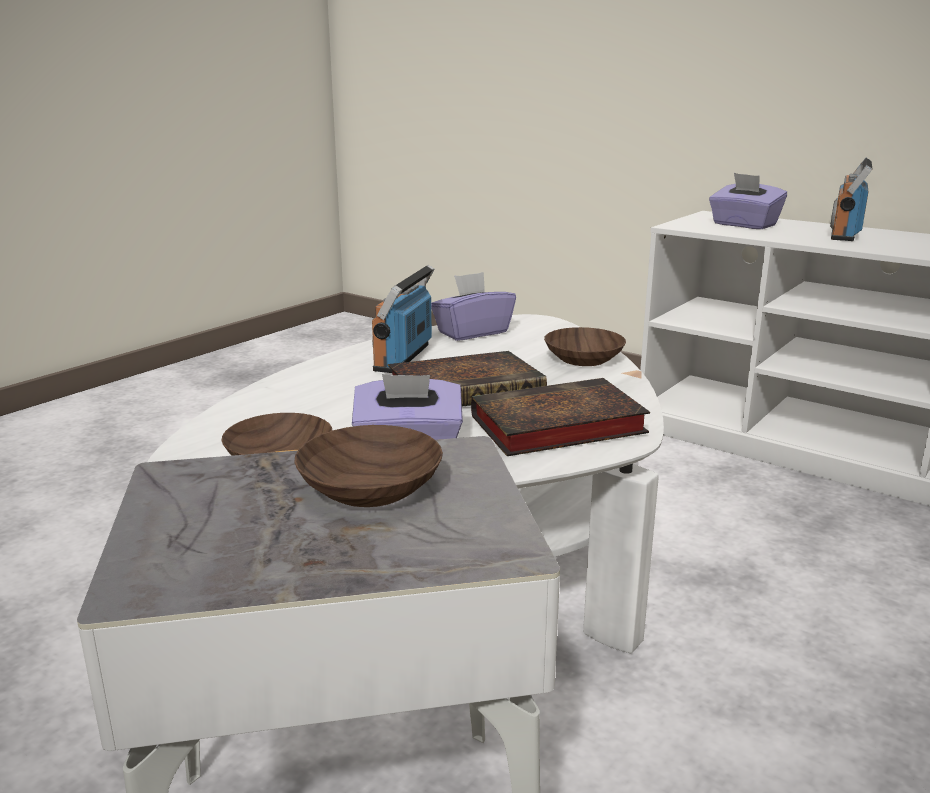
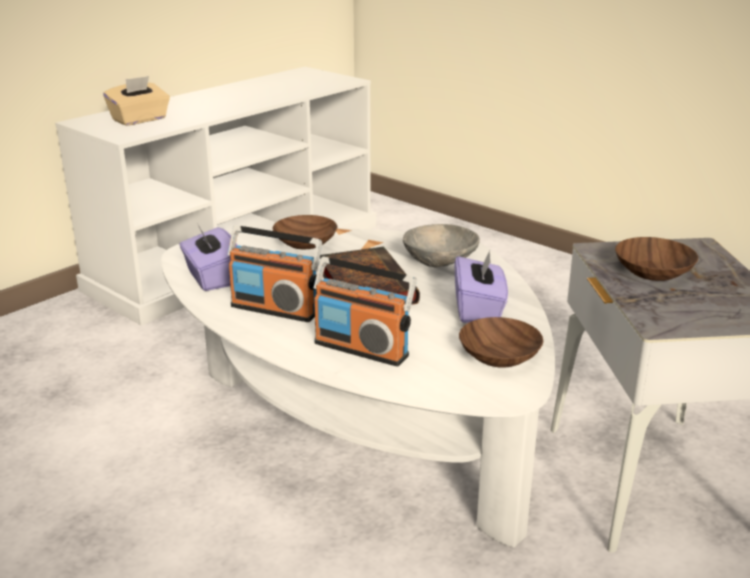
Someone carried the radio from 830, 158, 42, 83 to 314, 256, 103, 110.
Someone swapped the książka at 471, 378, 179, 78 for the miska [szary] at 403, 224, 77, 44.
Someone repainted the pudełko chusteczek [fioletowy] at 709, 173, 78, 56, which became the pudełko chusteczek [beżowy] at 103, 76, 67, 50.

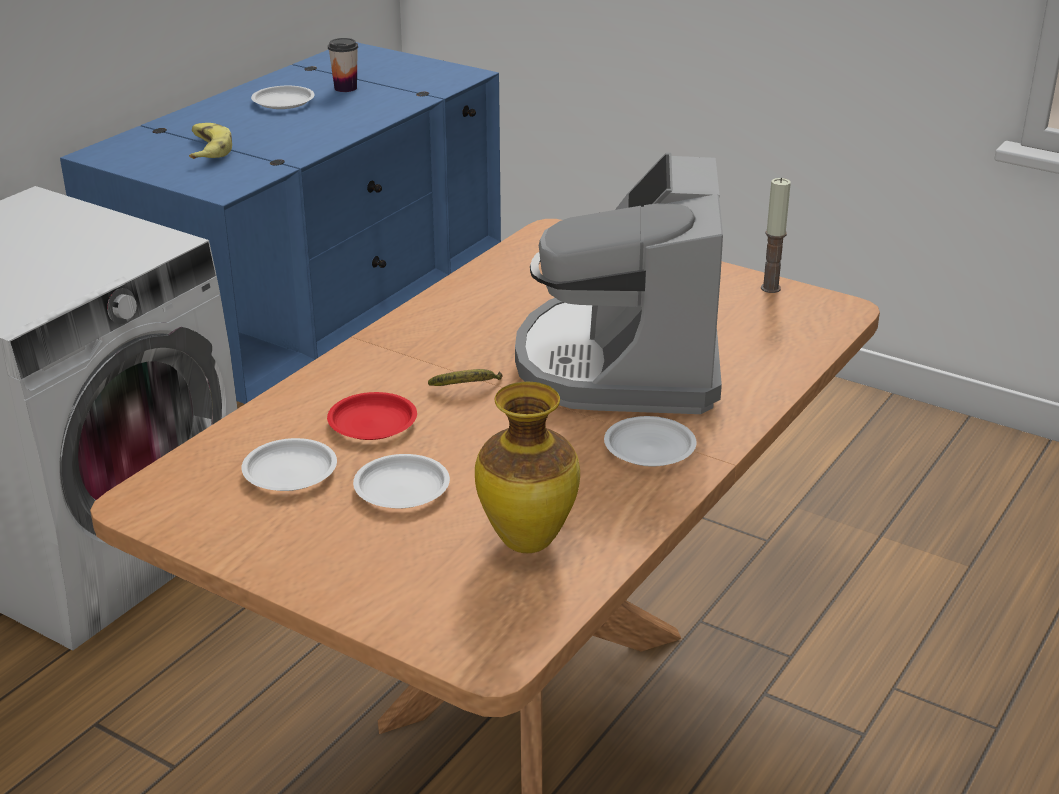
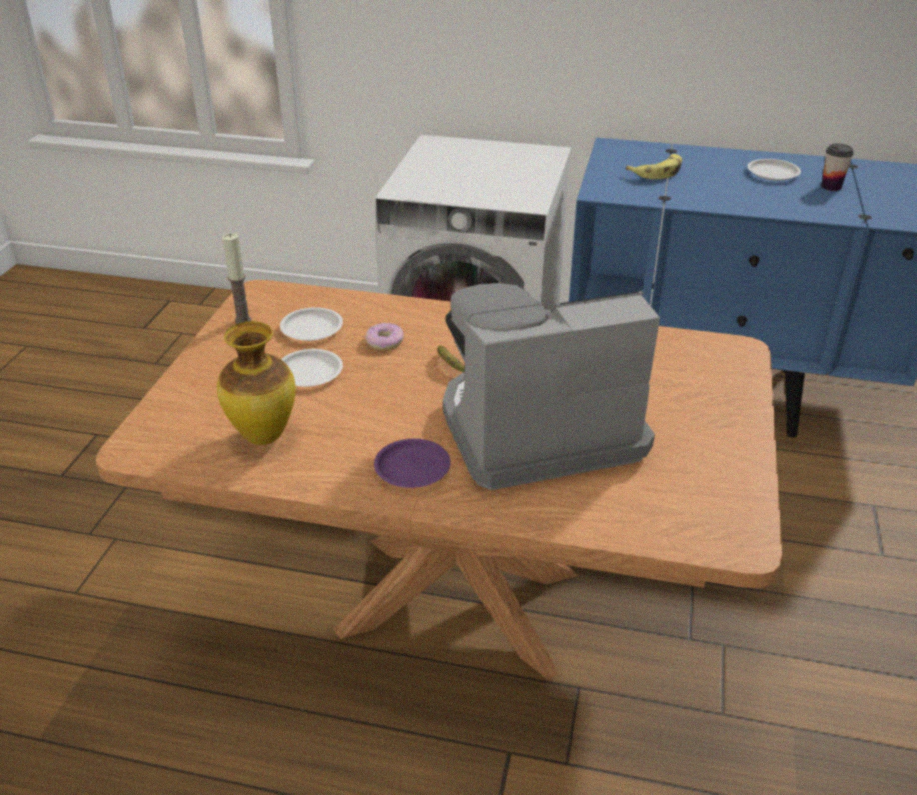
Someone carried the świeca from 761, 178, 30, 115 to 222, 233, 29, 91.
Someone swapped the talerz [czerwony] at 327, 392, 90, 48 for the donut at 365, 323, 39, 27.
Someone repainted the talerz [biały] at 604, 416, 93, 50, which became the talerz [fioletowy] at 374, 439, 77, 49.

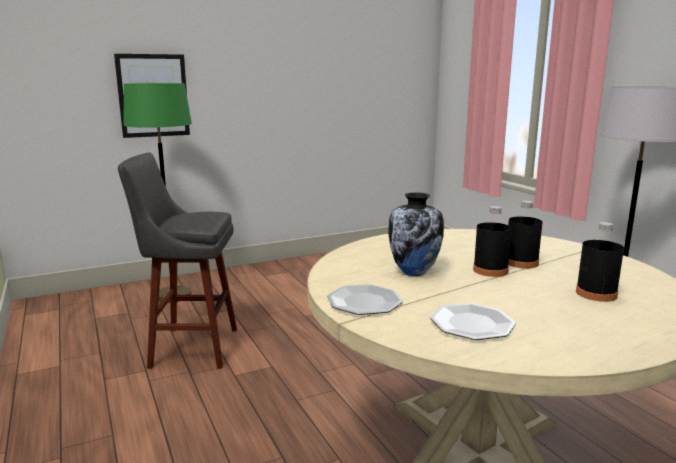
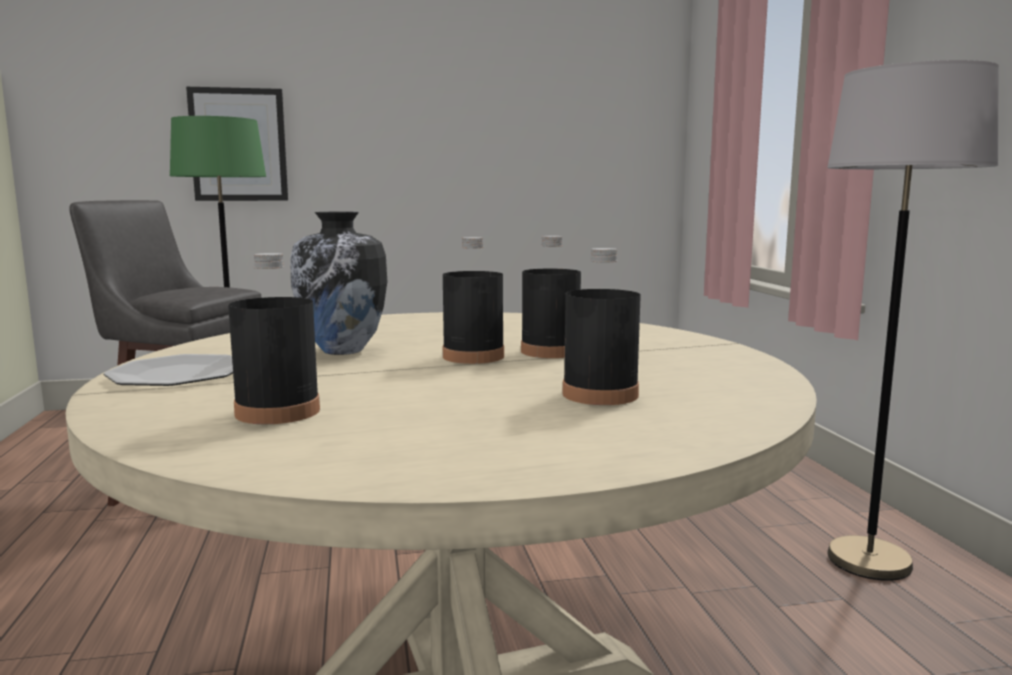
Someone swapped the talerz at 430, 303, 86, 37 for the butelka [czarny] at 228, 253, 92, 171.

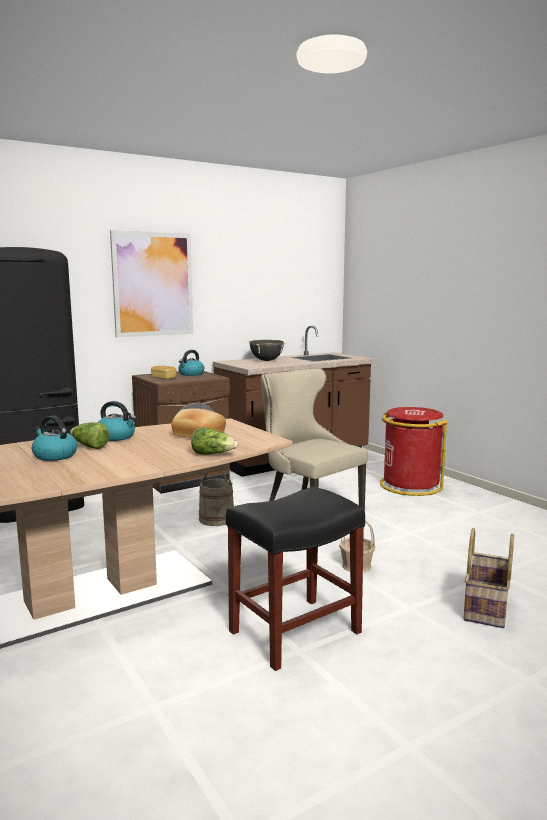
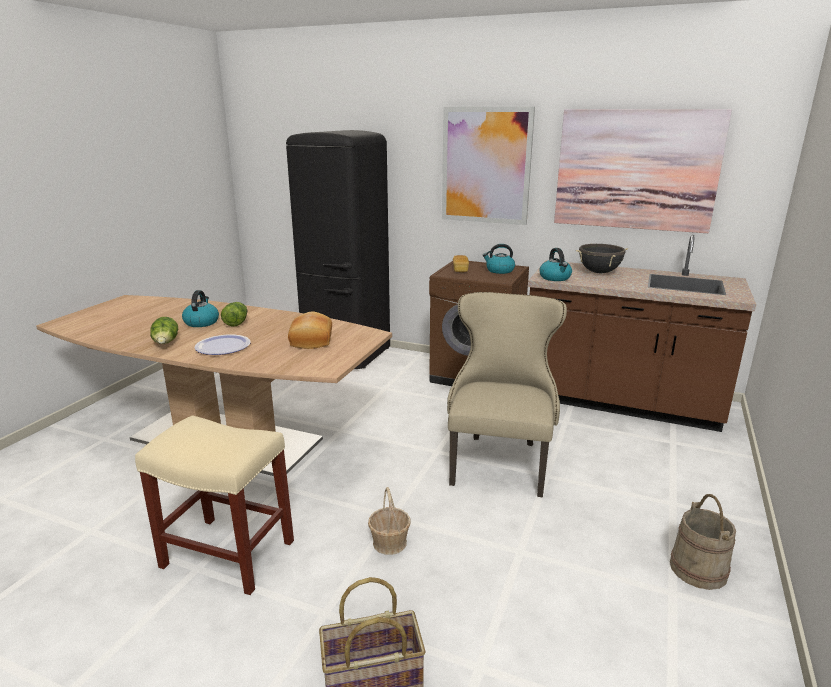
Someone took away the kosz na śmieci [czerwony] at 380, 407, 67, 89.
Someone put down the talerz at 195, 334, 56, 21.
Someone put up the obraz at 554, 109, 178, 124.
Someone carried the czajnik from 98, 401, 38, 40 to 540, 248, 32, 33.
Someone carried the sałata from 191, 427, 47, 28 to 150, 317, 28, 27.
Someone carried the wiadro [beżowy] from 198, 470, 36, 56 to 670, 494, 66, 96.
Someone repainted the stołek [czarny] at 226, 487, 139, 184, which became the stołek [beżowy] at 135, 415, 159, 180.

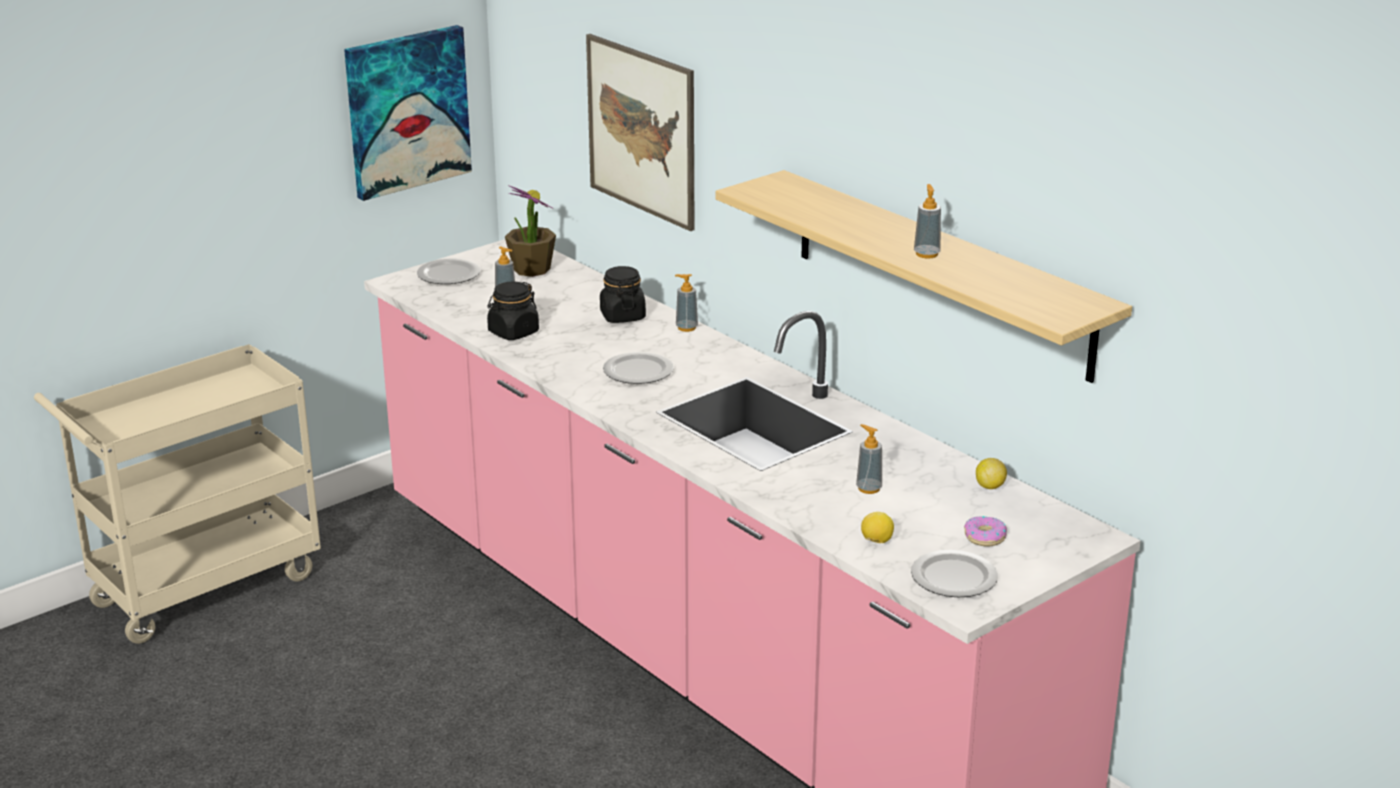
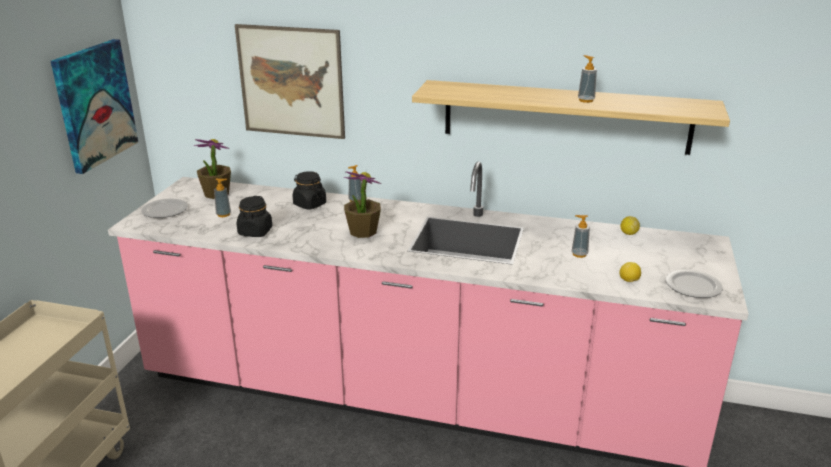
Someone took away the donut at 964, 516, 43, 30.
Someone swapped the talerz at 603, 352, 71, 32 for the roślina doniczkowa at 343, 171, 39, 67.

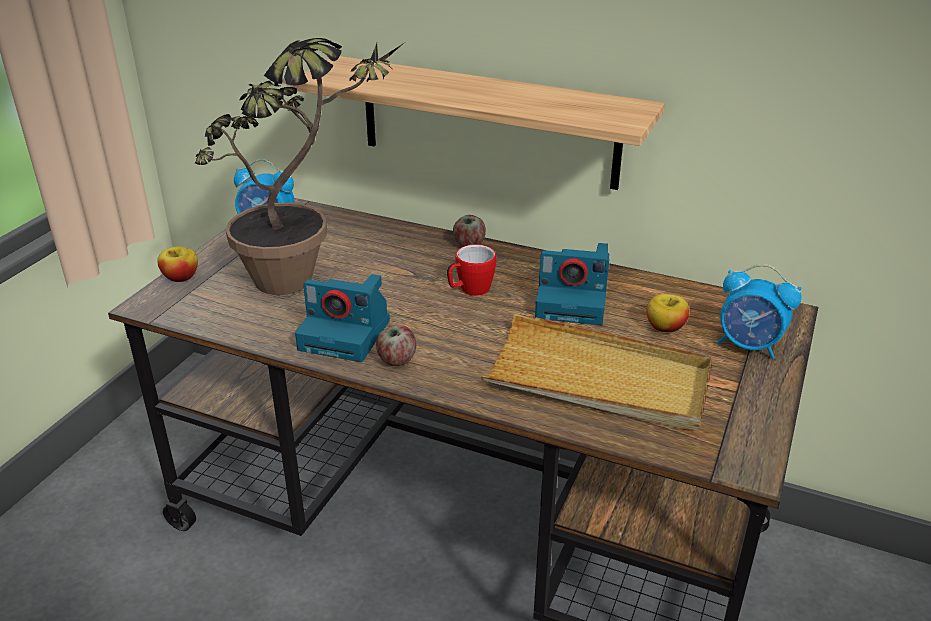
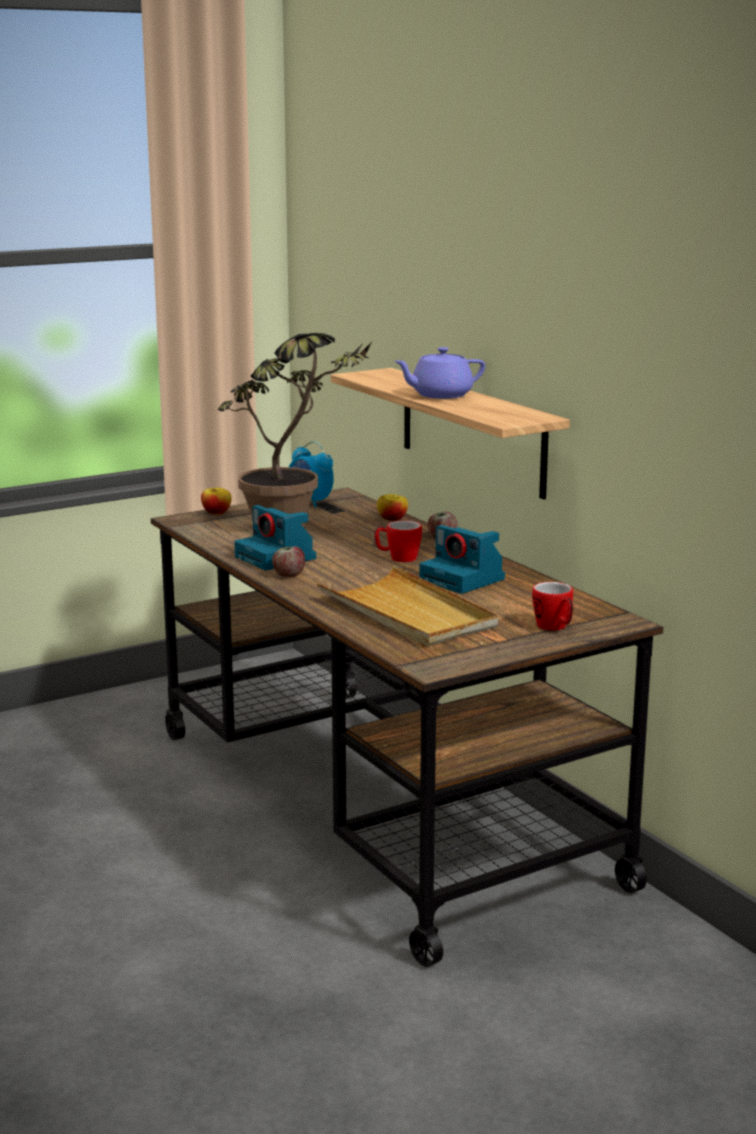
Someone put down the imbryk [fioletowy] at 394, 347, 91, 52.
Someone carried the jabłko from 647, 294, 42, 38 to 377, 494, 31, 27.
Someone swapped the budzik at 717, 264, 85, 95 for the kubek at 532, 582, 41, 49.

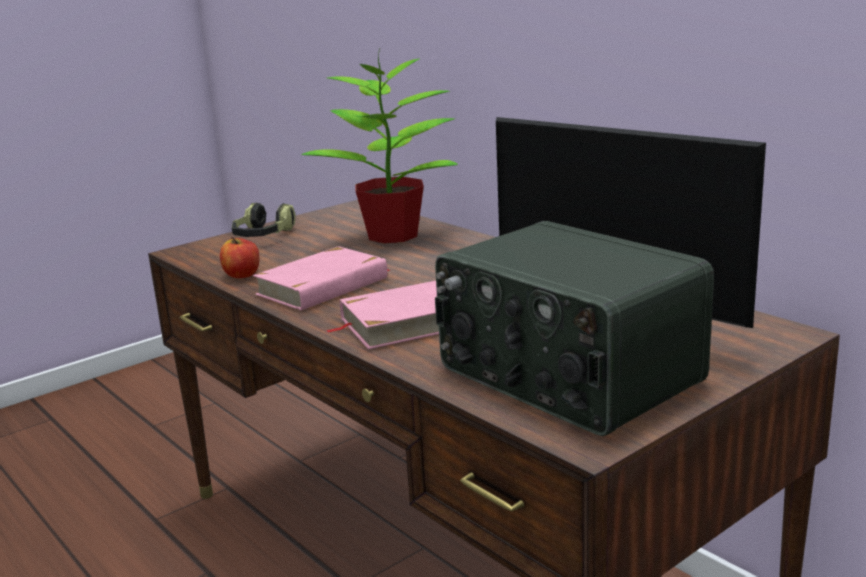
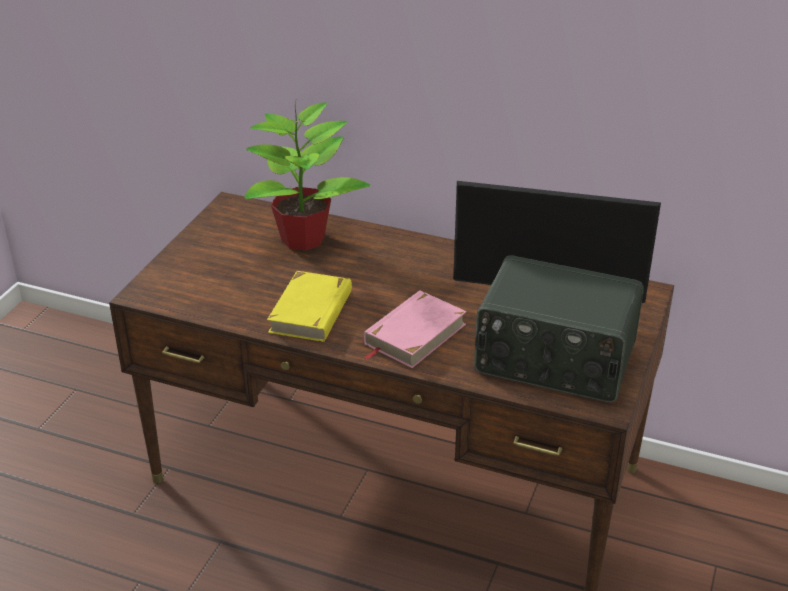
Someone took away the jabłko at 220, 237, 39, 41.
Someone took away the słuchawki at 232, 202, 64, 35.
Someone repainted the książka [różowy] at 253, 246, 137, 65, which became the książka [żółty] at 267, 271, 85, 71.

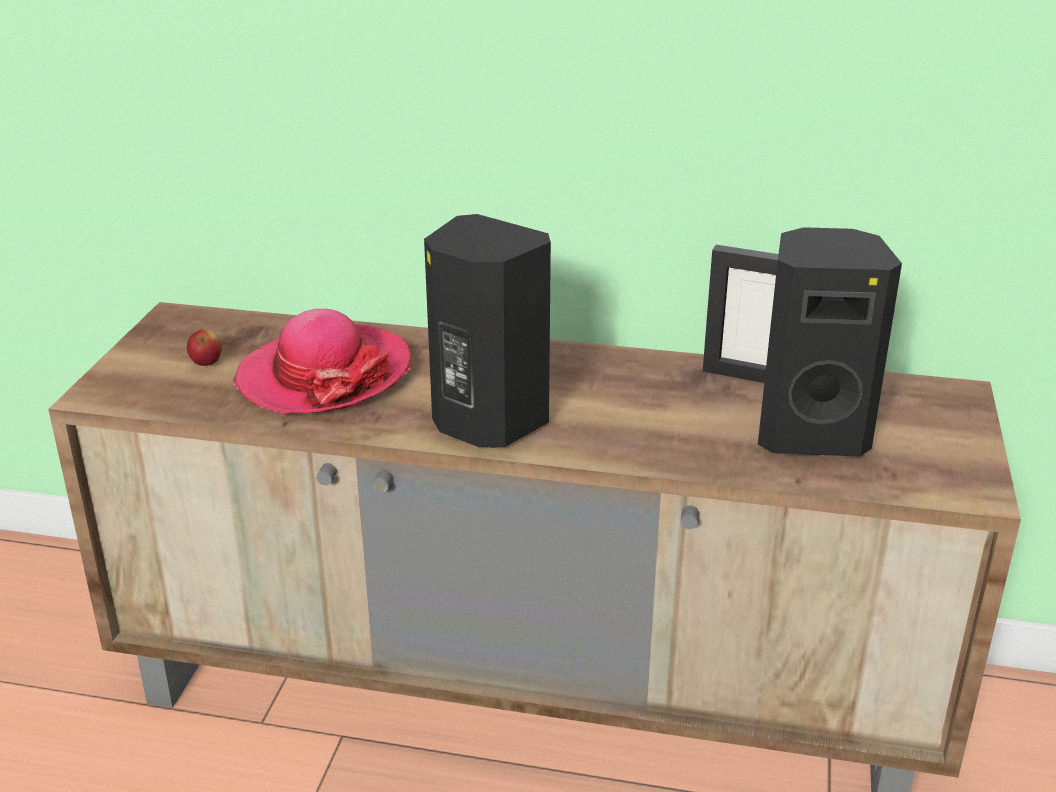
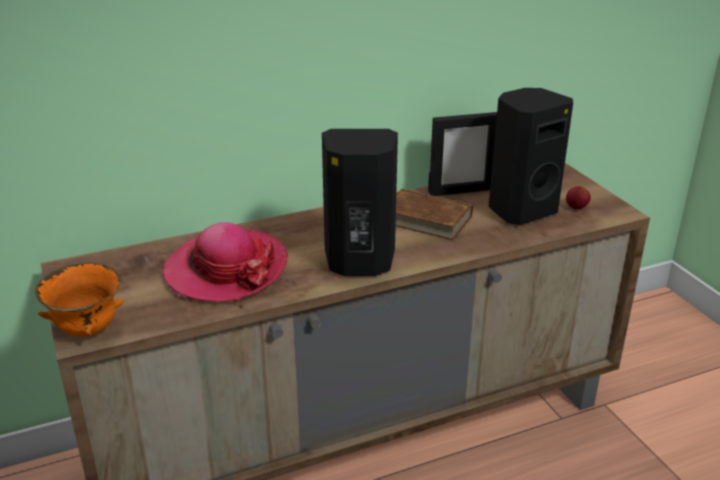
Someone put down the miska [pomarańczowy] at 35, 263, 90, 74.
Someone put down the książka [brązowy] at 396, 189, 77, 51.
Someone carried the jabłko from 187, 329, 35, 37 to 566, 186, 25, 23.

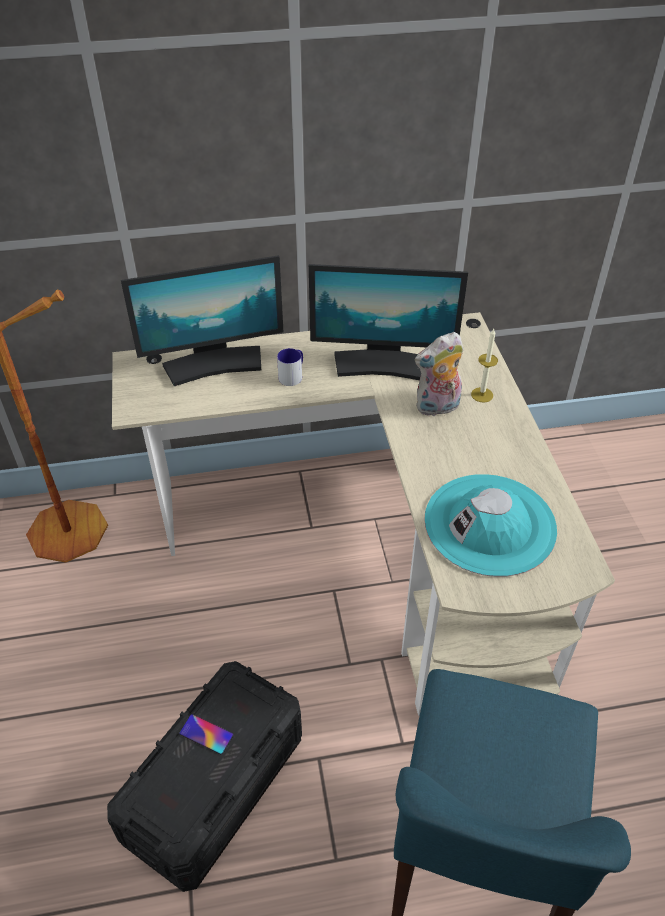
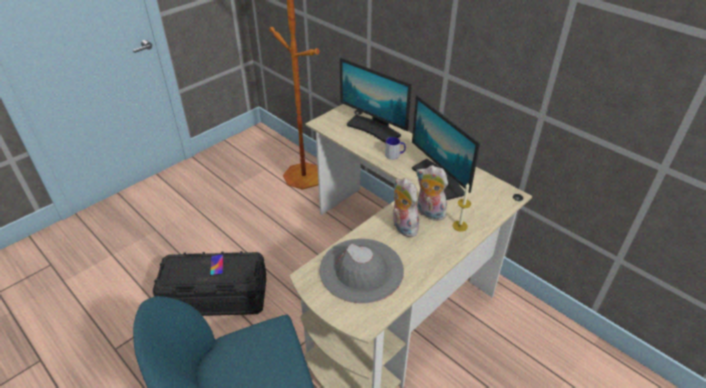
Someone put down the pluszak at 393, 178, 26, 59.
Someone repainted the kapelusz [turkusowy] at 424, 474, 133, 103, which became the kapelusz [szary] at 319, 239, 85, 64.

